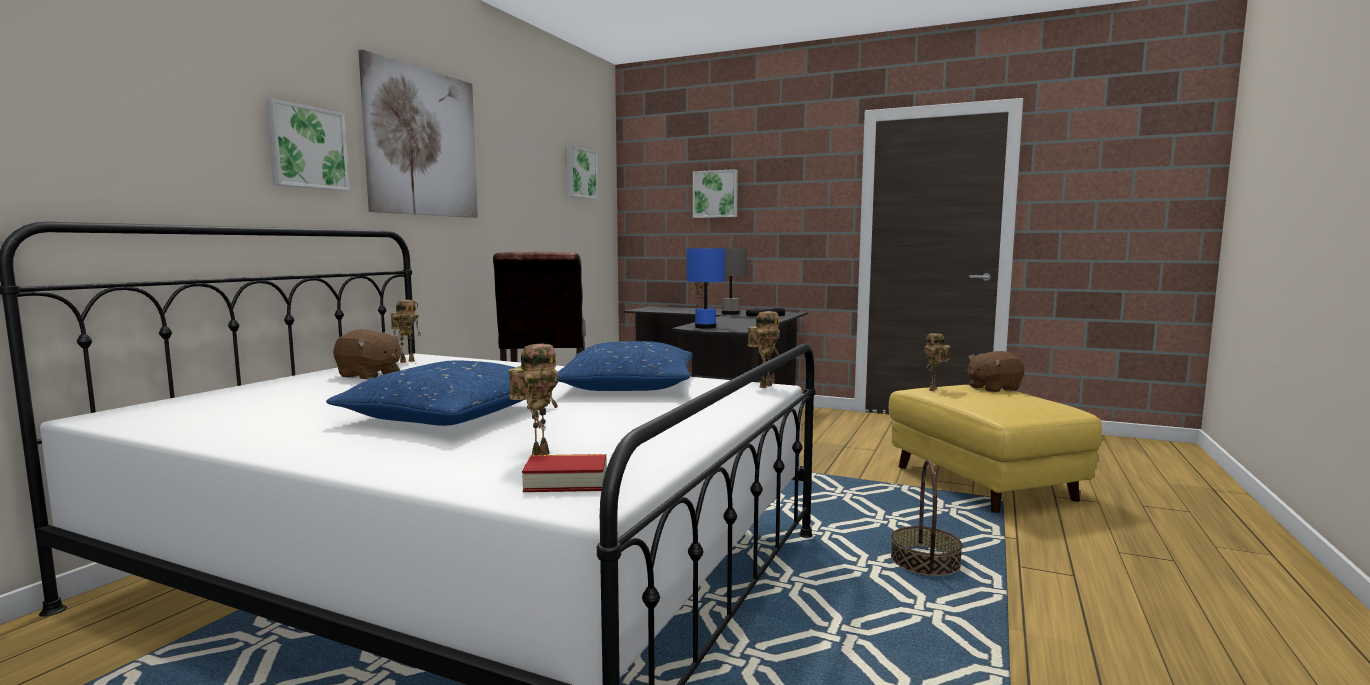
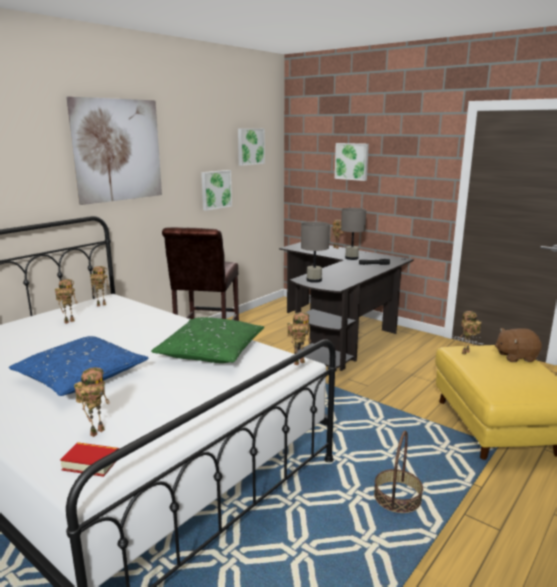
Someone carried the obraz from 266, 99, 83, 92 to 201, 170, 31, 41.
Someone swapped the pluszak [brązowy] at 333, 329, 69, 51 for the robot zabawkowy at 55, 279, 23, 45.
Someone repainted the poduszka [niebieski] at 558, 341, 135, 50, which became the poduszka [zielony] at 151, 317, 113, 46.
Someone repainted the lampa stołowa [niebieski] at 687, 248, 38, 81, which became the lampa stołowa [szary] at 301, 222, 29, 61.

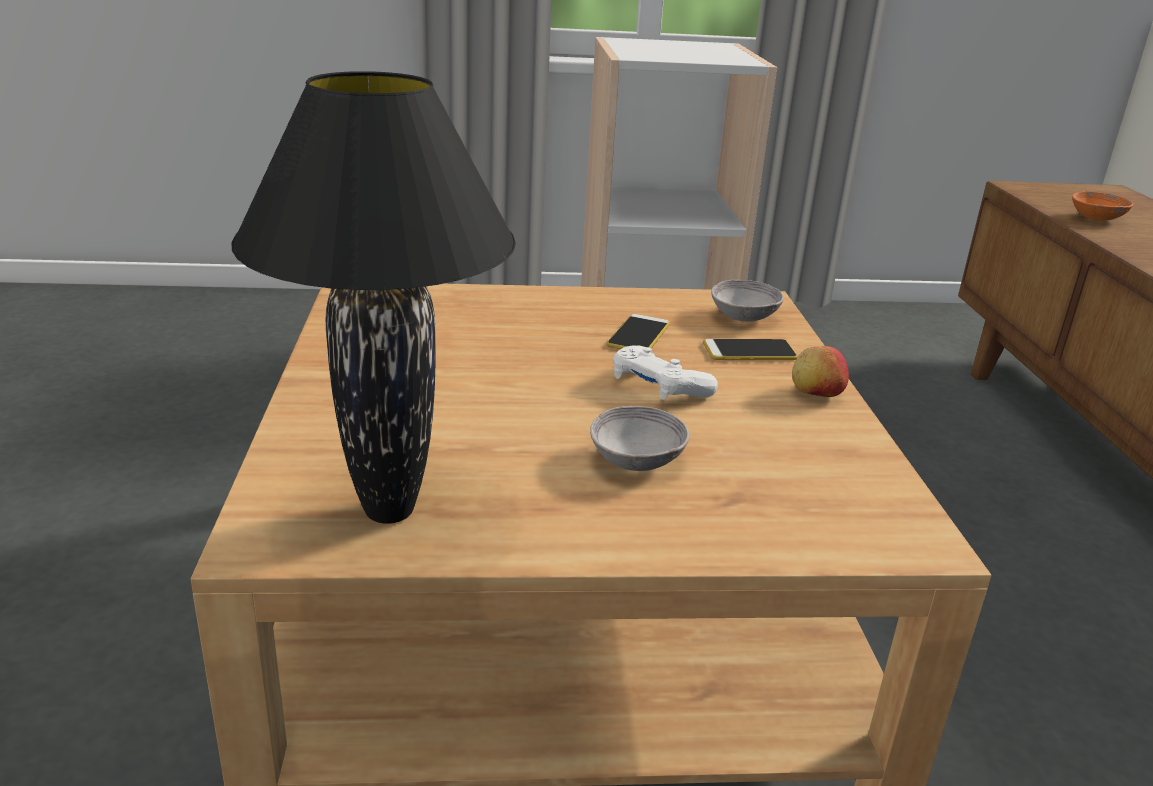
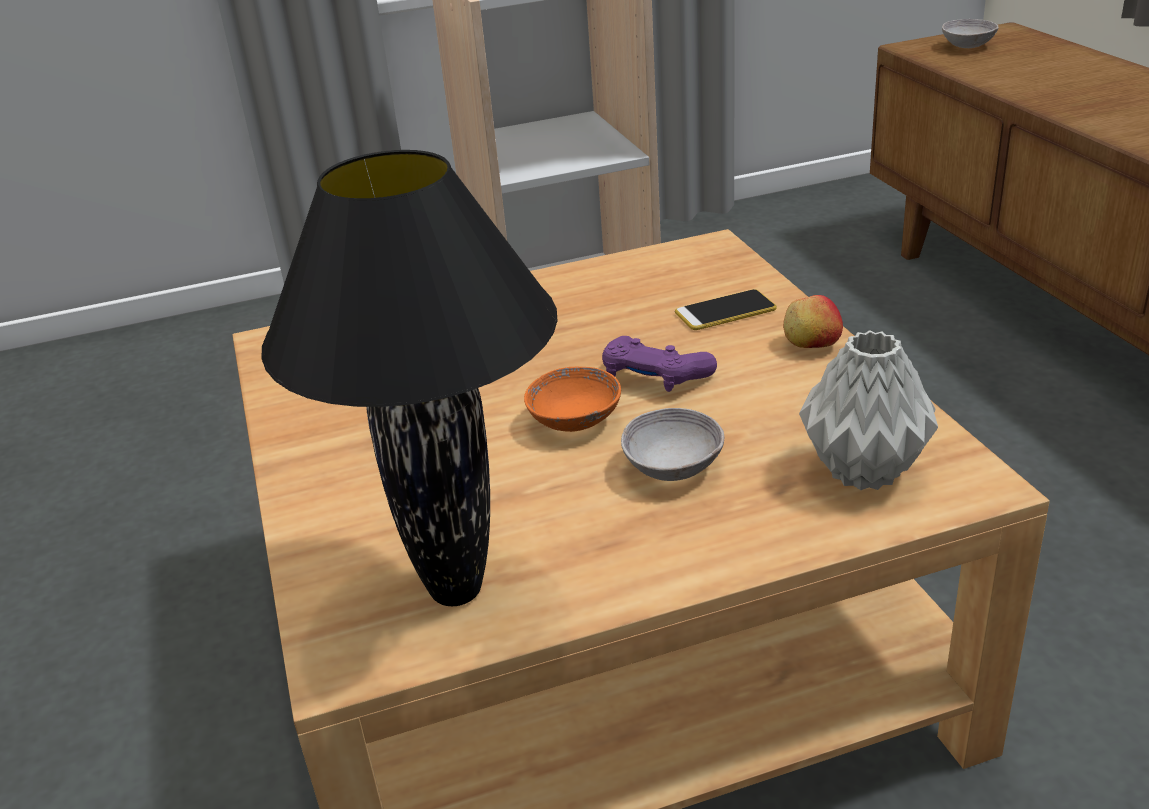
Someone took away the telefon at 606, 314, 64, 35.
Someone put down the wazon [szary] at 799, 330, 139, 160.
Someone carried the miska [szary] from 711, 280, 73, 42 to 942, 19, 57, 29.
Someone carried the miska [pomarańczowy] from 1072, 191, 61, 30 to 524, 367, 97, 65.
Someone repainted the pad do gier [biały] at 613, 345, 105, 55, which became the pad do gier [fioletowy] at 602, 336, 115, 56.

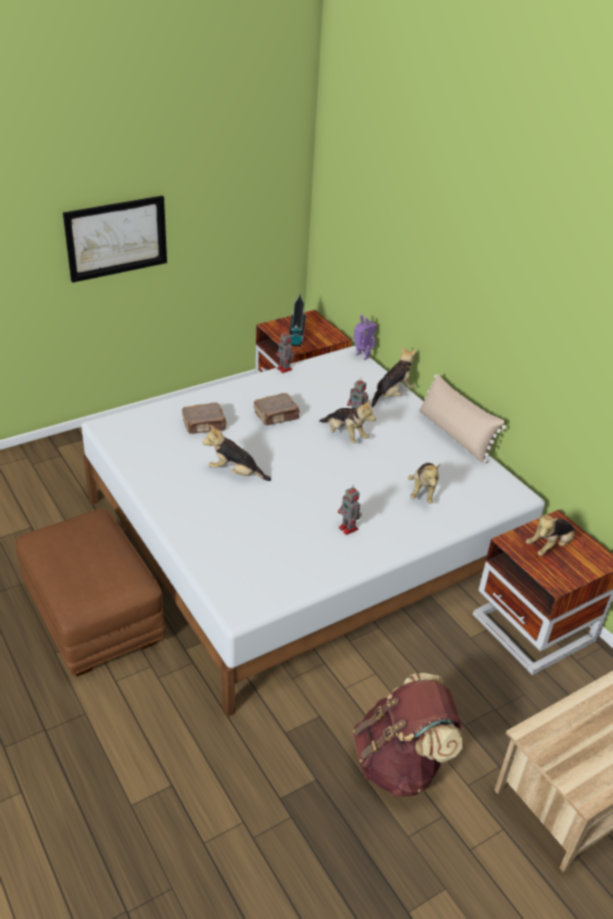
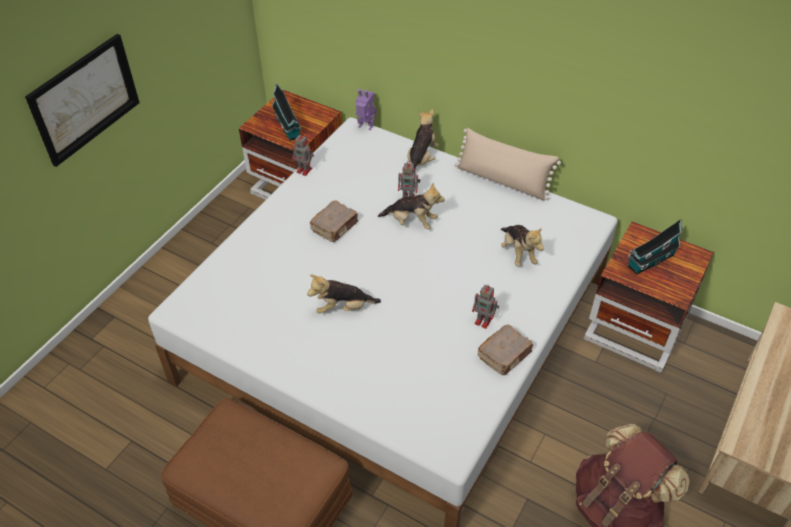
Someone carried the książka [brązowy] from 182, 402, 44, 32 to 477, 325, 56, 50.
Someone swapped the pluszak at 526, 515, 49, 41 for the domek at 628, 219, 54, 55.

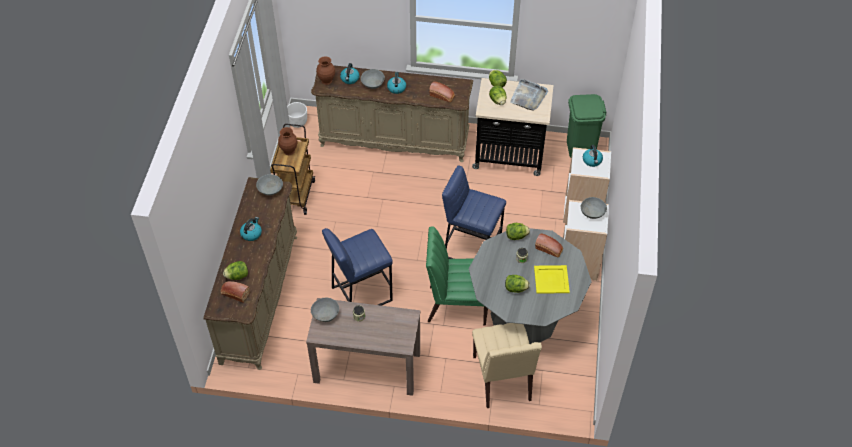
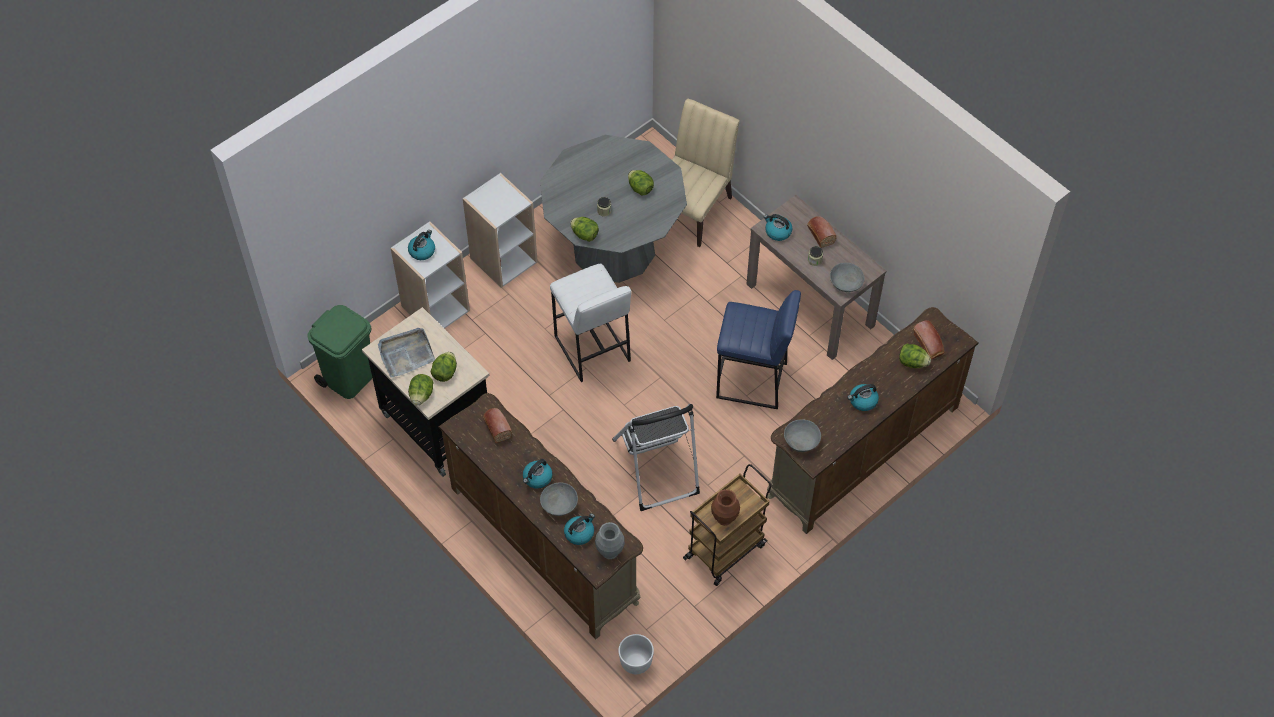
Someone took away the krzesło [zielony] at 426, 226, 62, 100.
Someone took away the taca [żółty] at 534, 265, 36, 29.
Someone took away the miska [szary] at 581, 197, 26, 22.
Someone put down the drabinka at 612, 404, 88, 107.
Someone put down the czajnik at 764, 214, 29, 27.
Someone carried the chleb from 535, 233, 28, 24 to 807, 216, 29, 32.
Someone repainted the wazon [brązowy] at 316, 56, 19, 29, which became the wazon [szary] at 595, 522, 30, 37.
Someone repainted the stołek [niebieski] at 442, 165, 64, 94, which became the stołek [biały] at 550, 264, 82, 118.

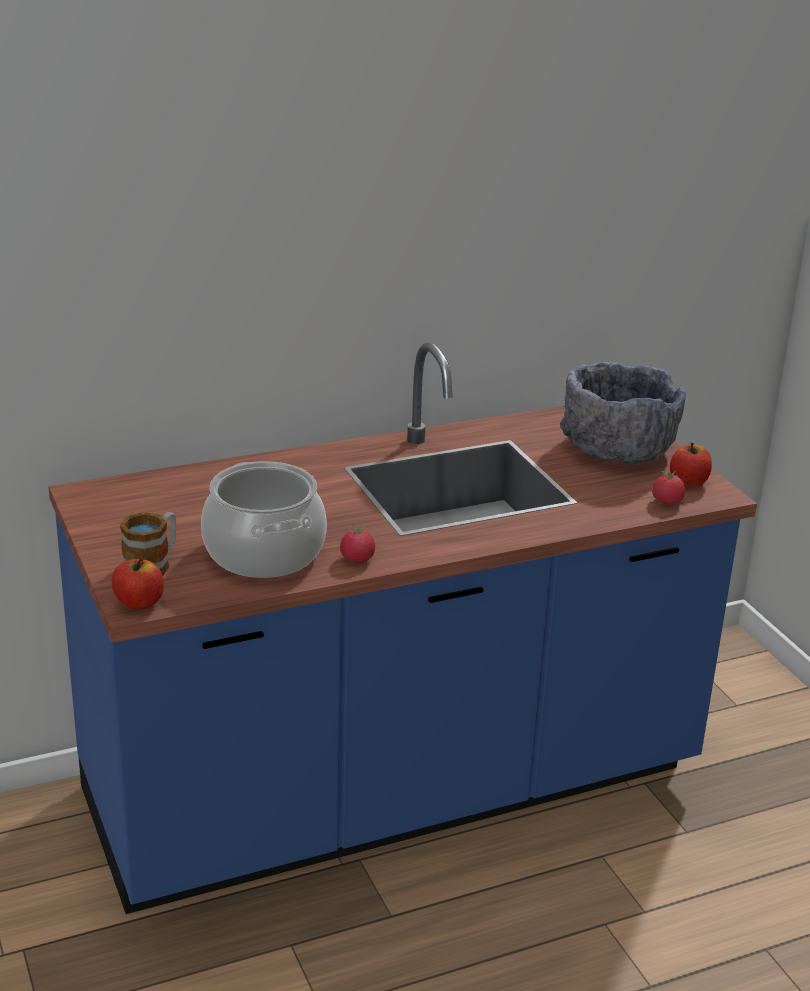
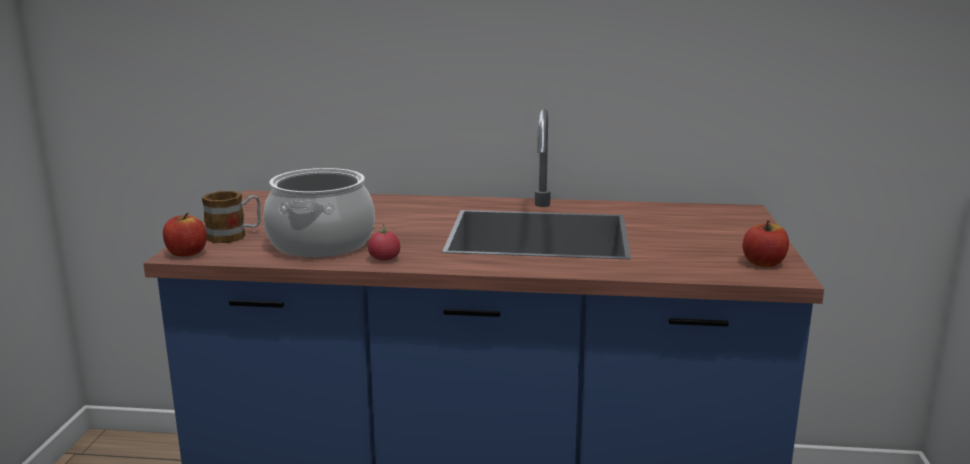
Someone took away the miska [szary] at 560, 362, 126, 103.
Someone took away the pomidor at 652, 471, 33, 33.

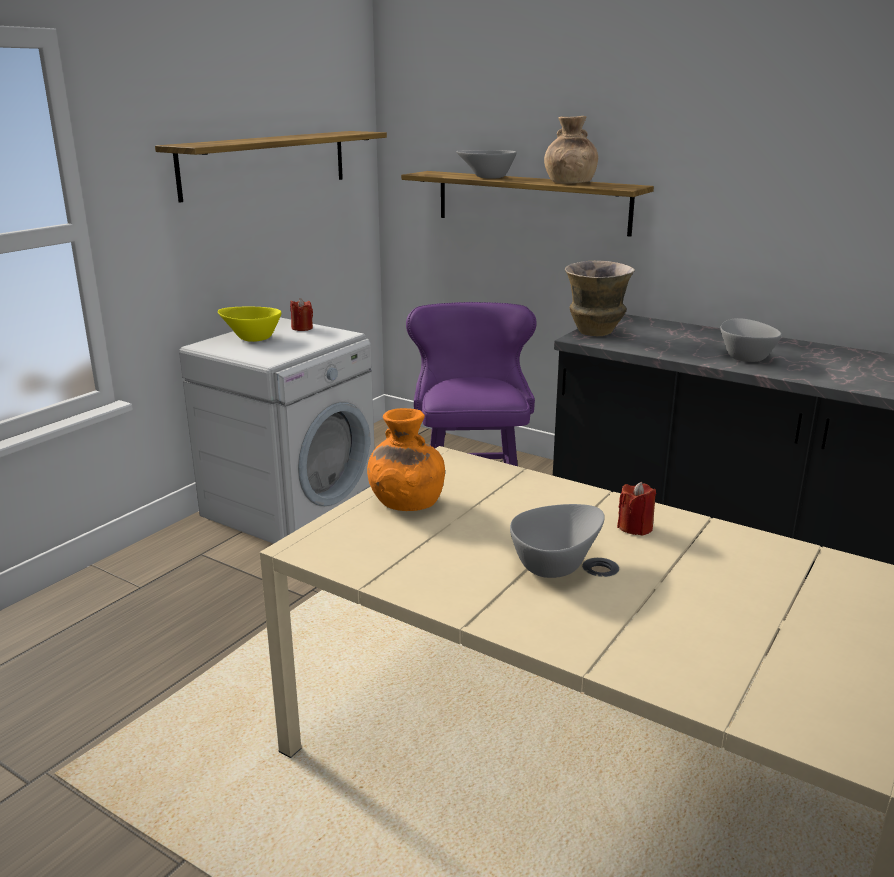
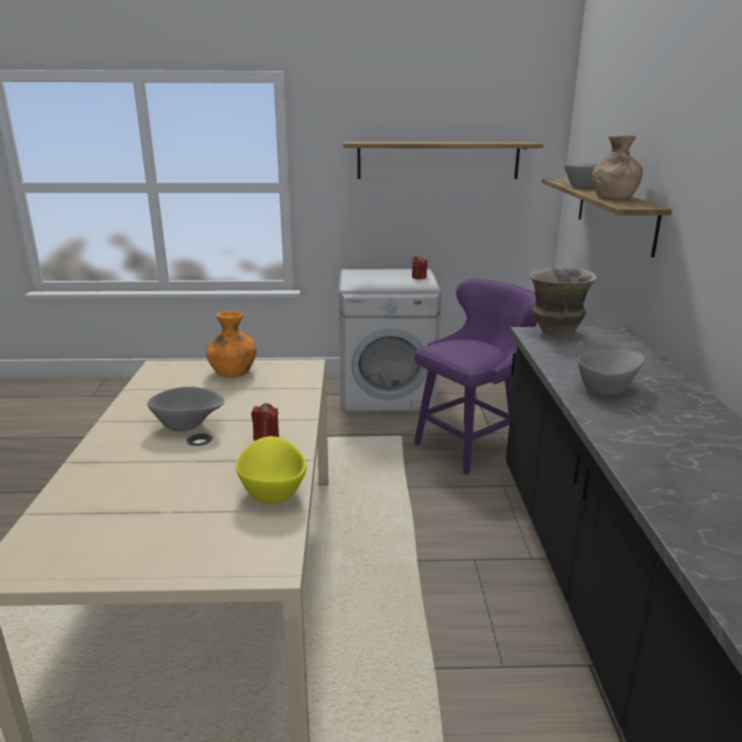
Someone carried the miska [żółty] from 218, 307, 63, 35 to 236, 436, 70, 68.

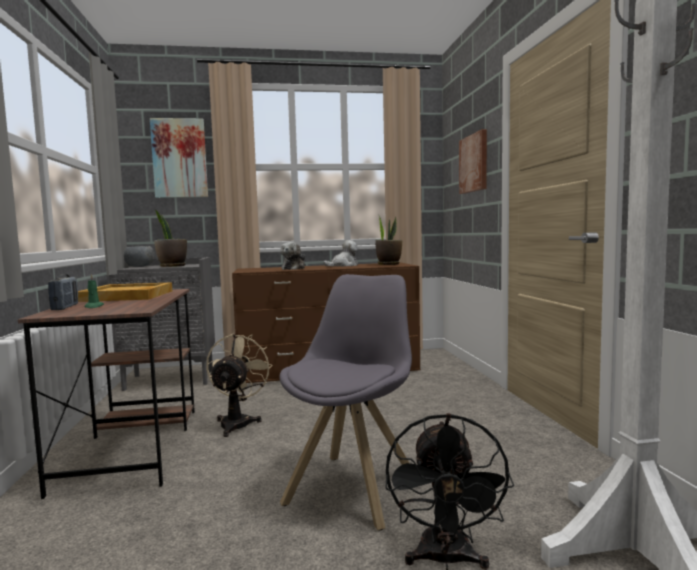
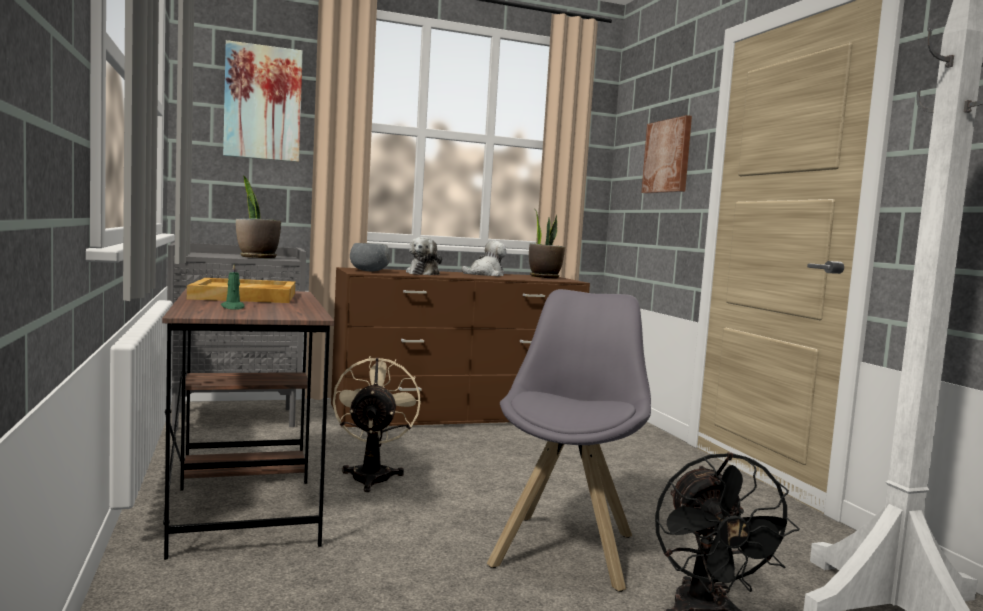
Someone took away the radio at 48, 274, 30, 36.
Someone carried the miska [szary] from 124, 246, 31, 21 to 350, 243, 41, 28.

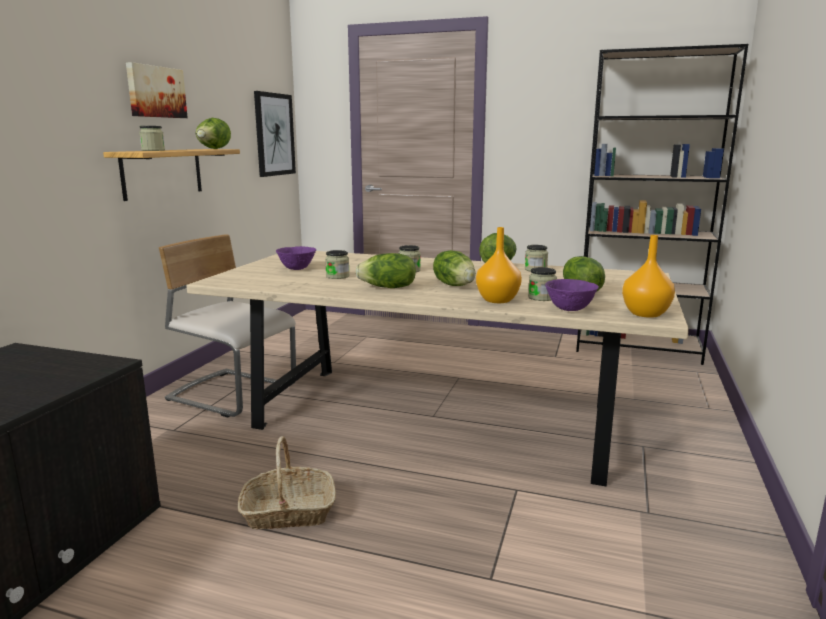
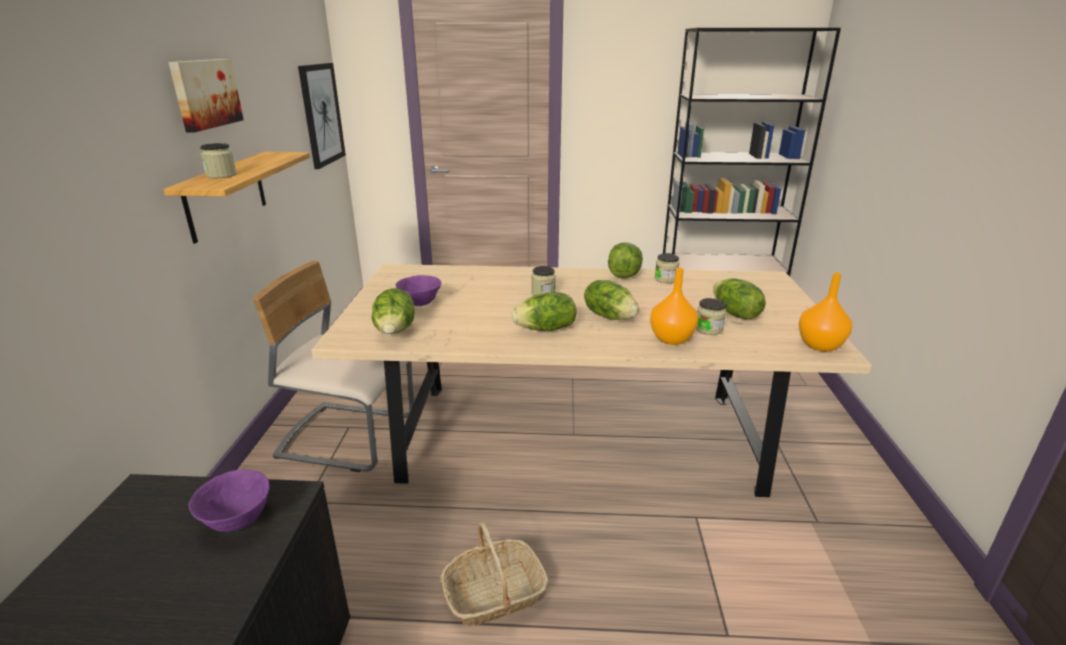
Someone took away the słoik at 325, 250, 25, 29.
Someone carried the sałata from 195, 118, 36, 31 to 372, 288, 42, 46.
Someone carried the miska [fioletowy] from 545, 279, 54, 32 to 188, 469, 82, 63.

